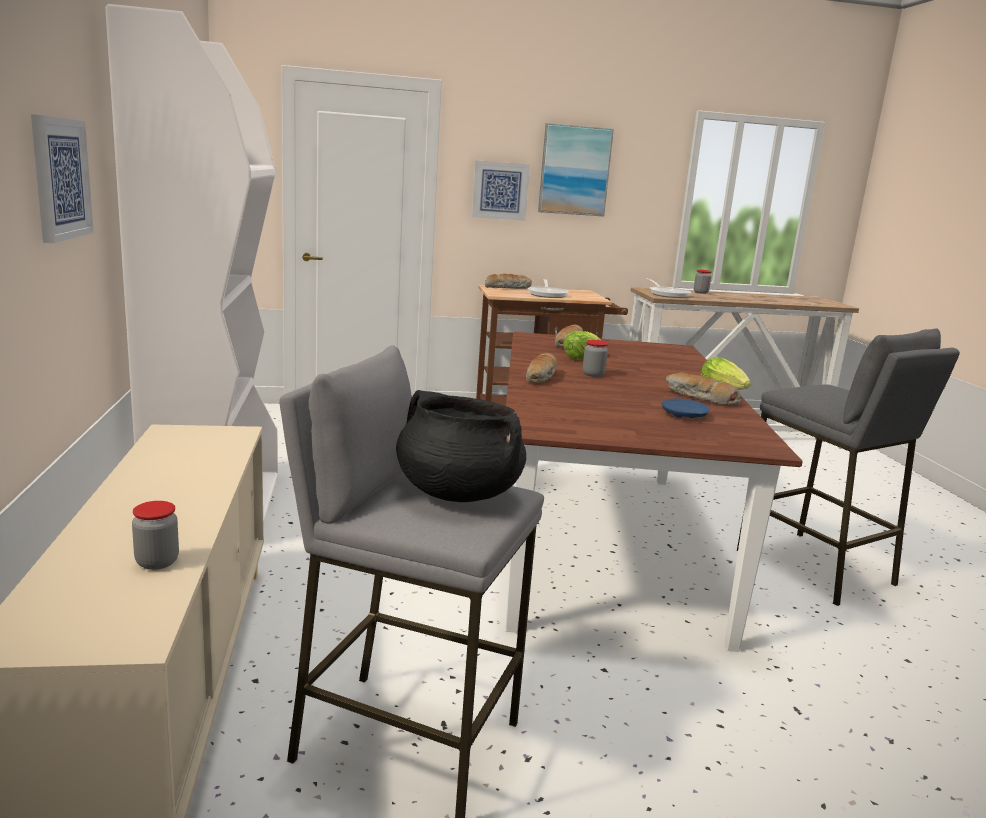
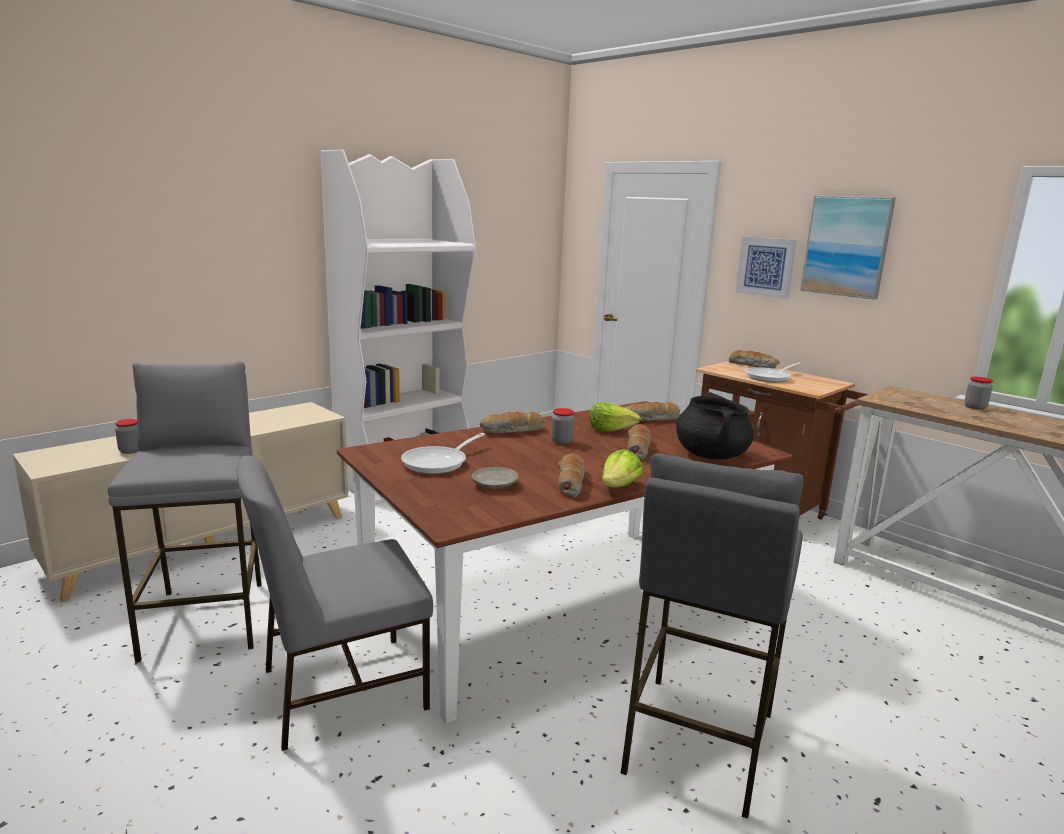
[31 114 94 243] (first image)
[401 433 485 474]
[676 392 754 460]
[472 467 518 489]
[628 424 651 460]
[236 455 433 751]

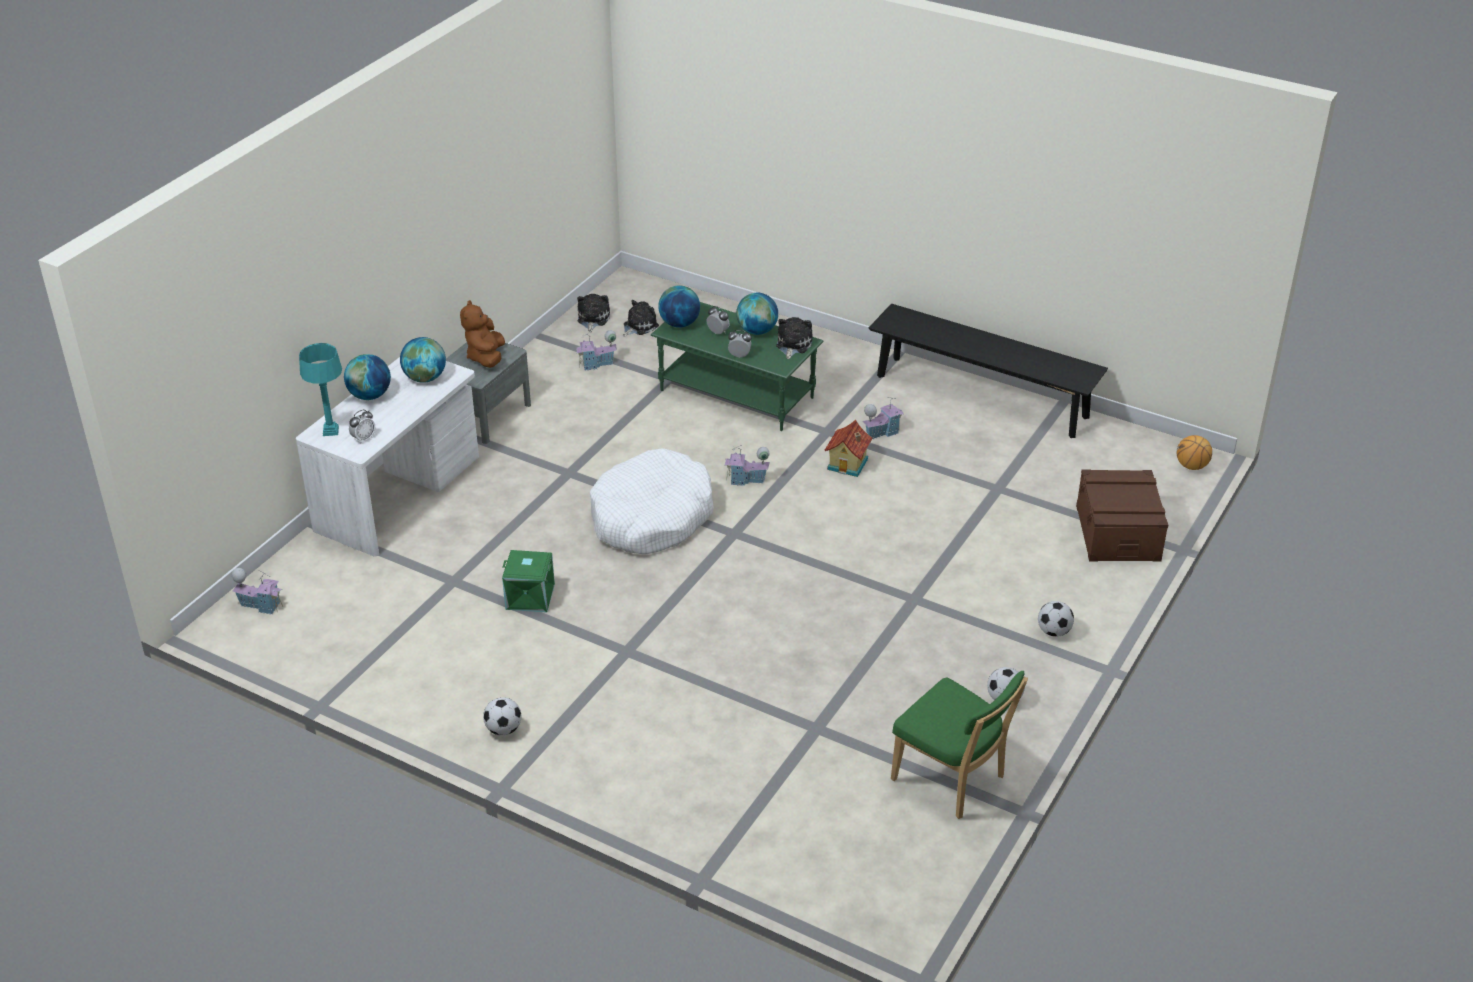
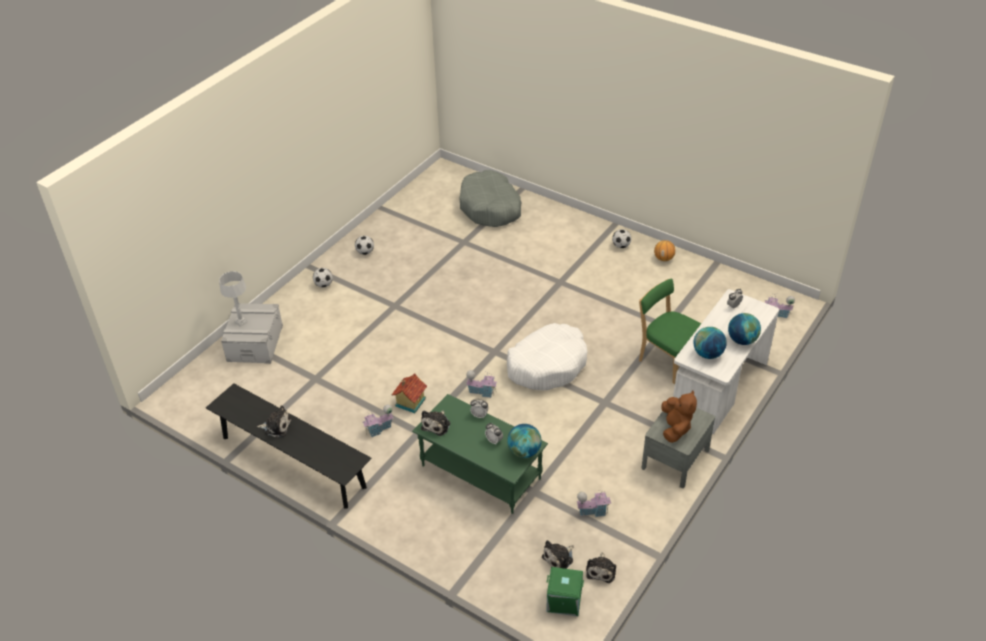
[736 293 778 335] (first image)
[299 343 342 436] (first image)
[654 240 676 261]
[221 303 283 364]
[546 567 584 616]
[639 279 701 384]
[459 170 521 227]
[219 271 248 327]
[257 405 292 437]

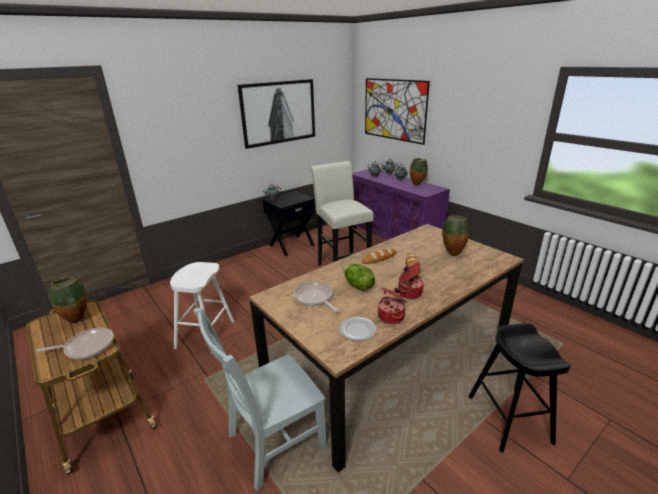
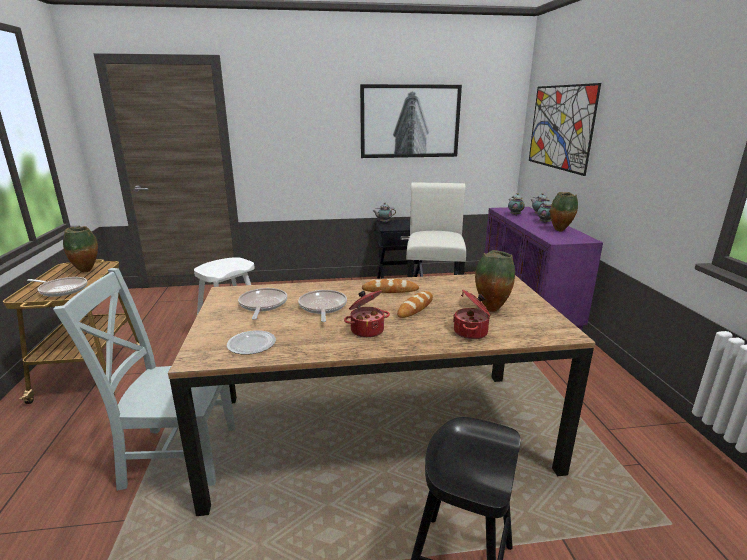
[298 290 347 322]
[453 290 491 339]

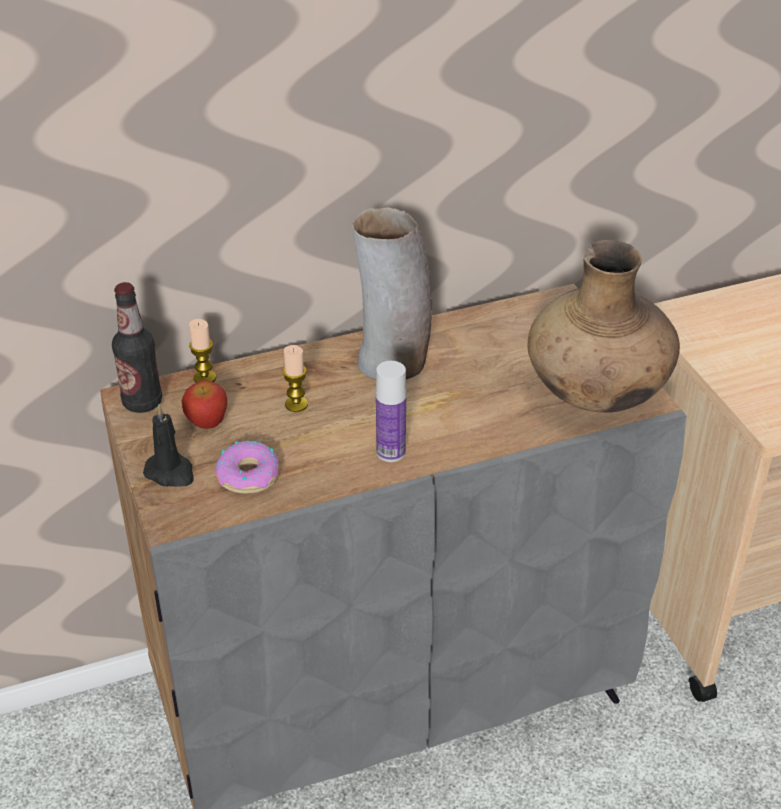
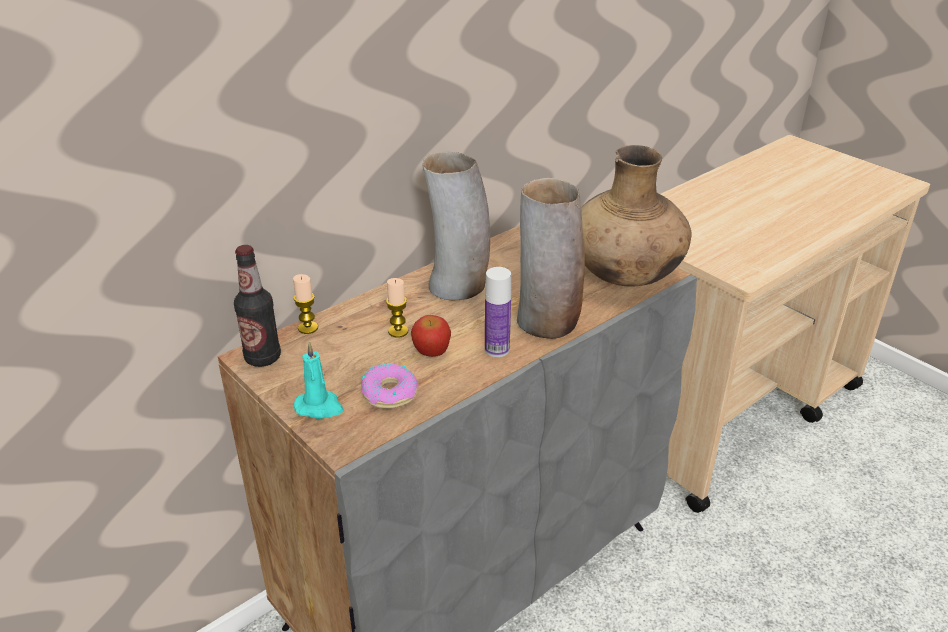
[411 315 451 357]
[294 341 344 419]
[517 178 585 339]

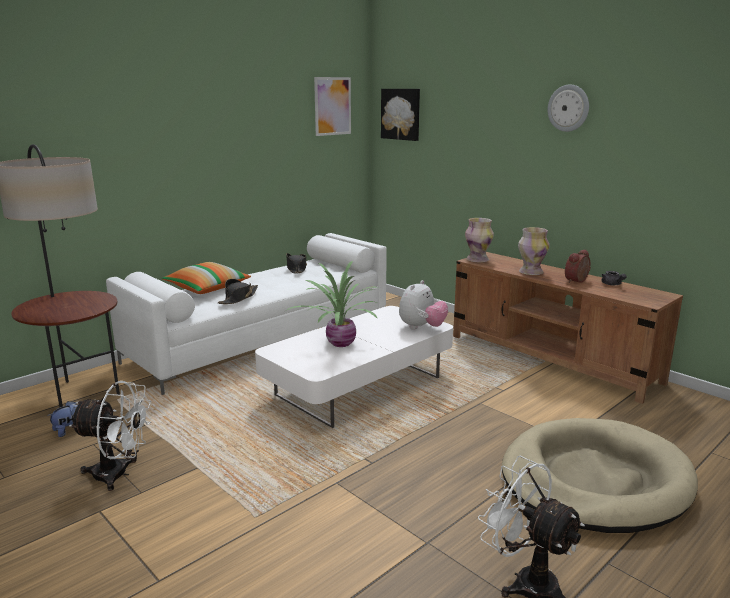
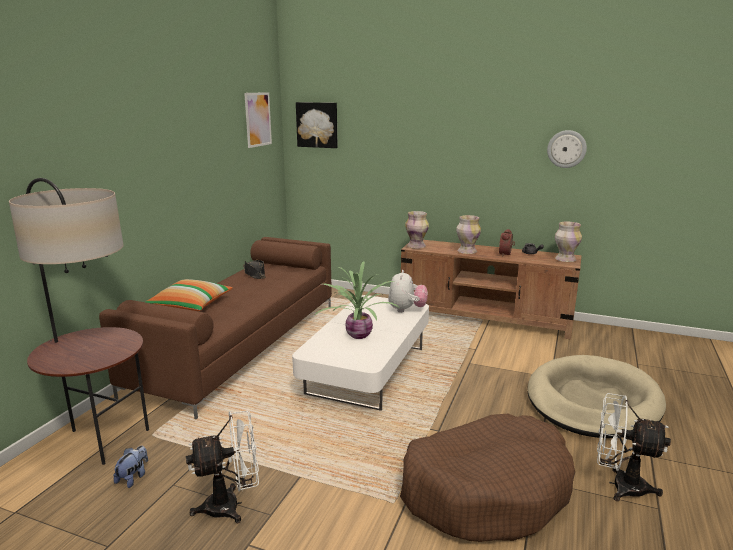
[547 130 587 168]
[99 237 332 419]
[218 279 258 304] (first image)
[555 222 582 262]
[400 414 575 542]

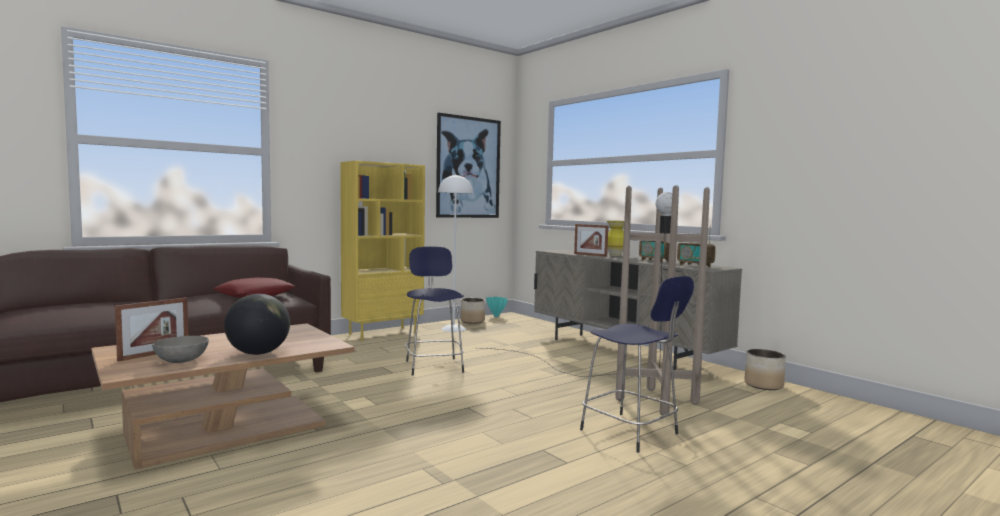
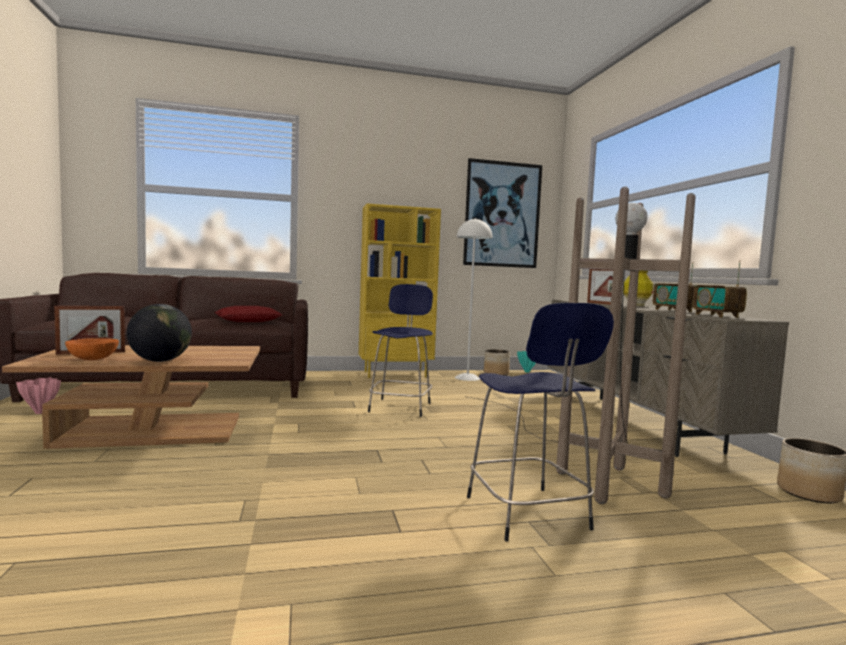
[65 338 119 360]
[16 377 61 414]

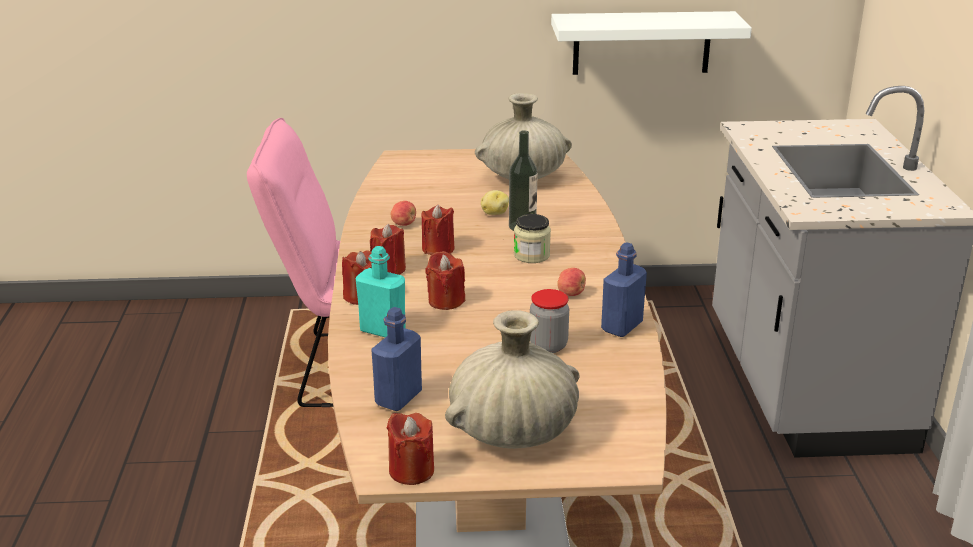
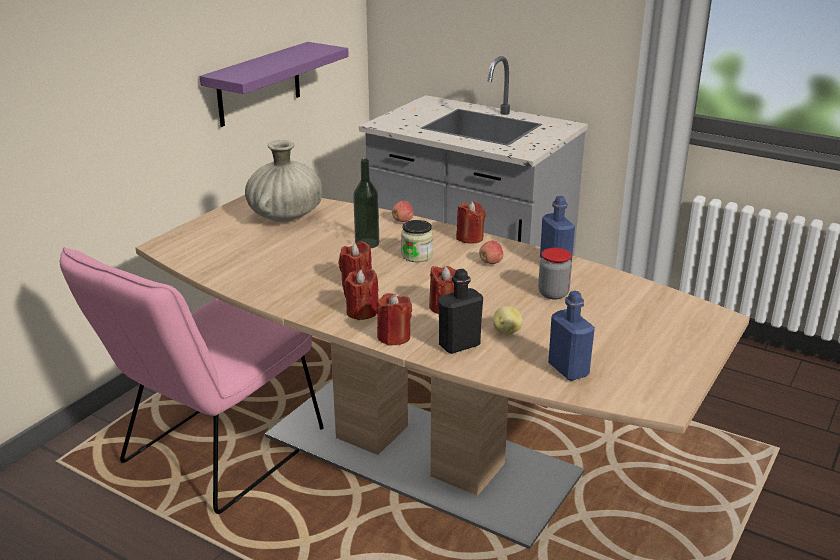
[199 42 349 127]
[493 306 523 335]
[392 201 413 222]
[438 269 483 354]
[445 310 580 449] (first image)
[456 201 486 244]

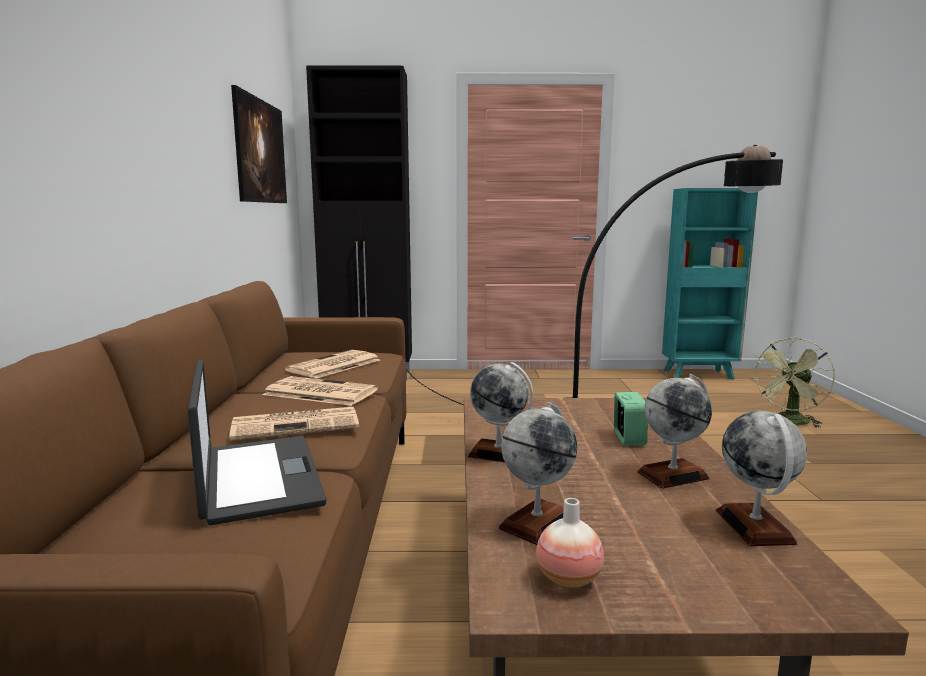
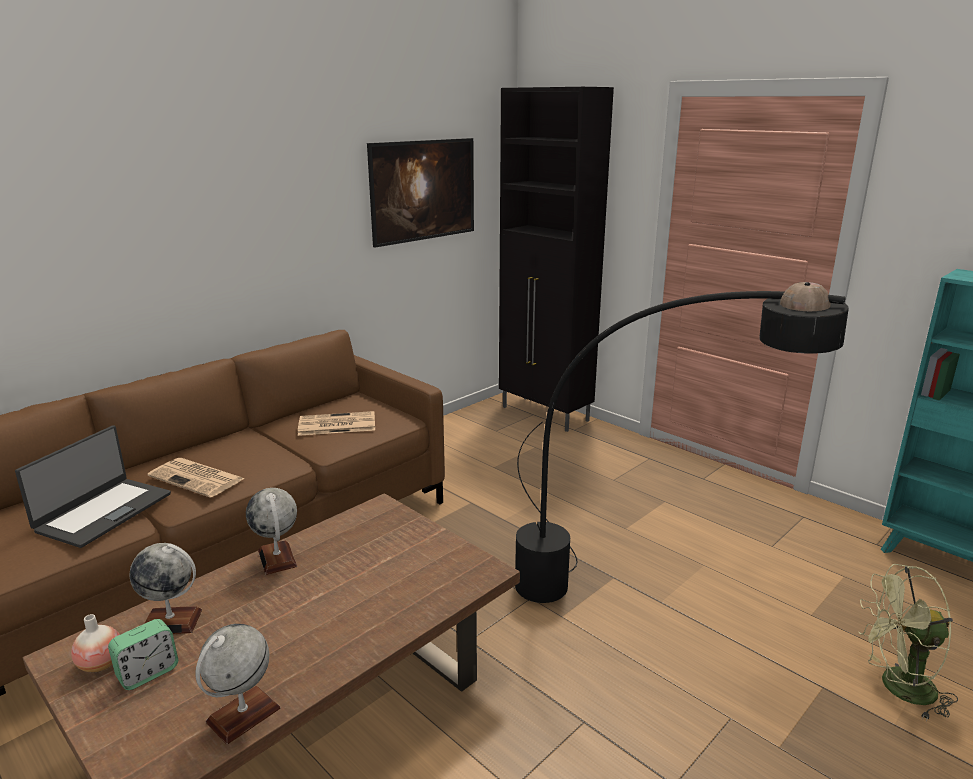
[637 374 712 488] (first image)
[263 376 378 406] (first image)
[108 619 178 690]

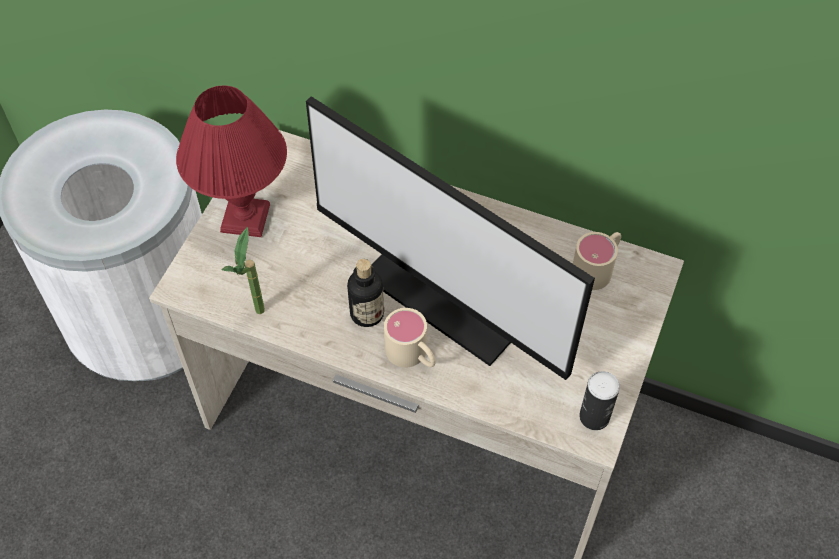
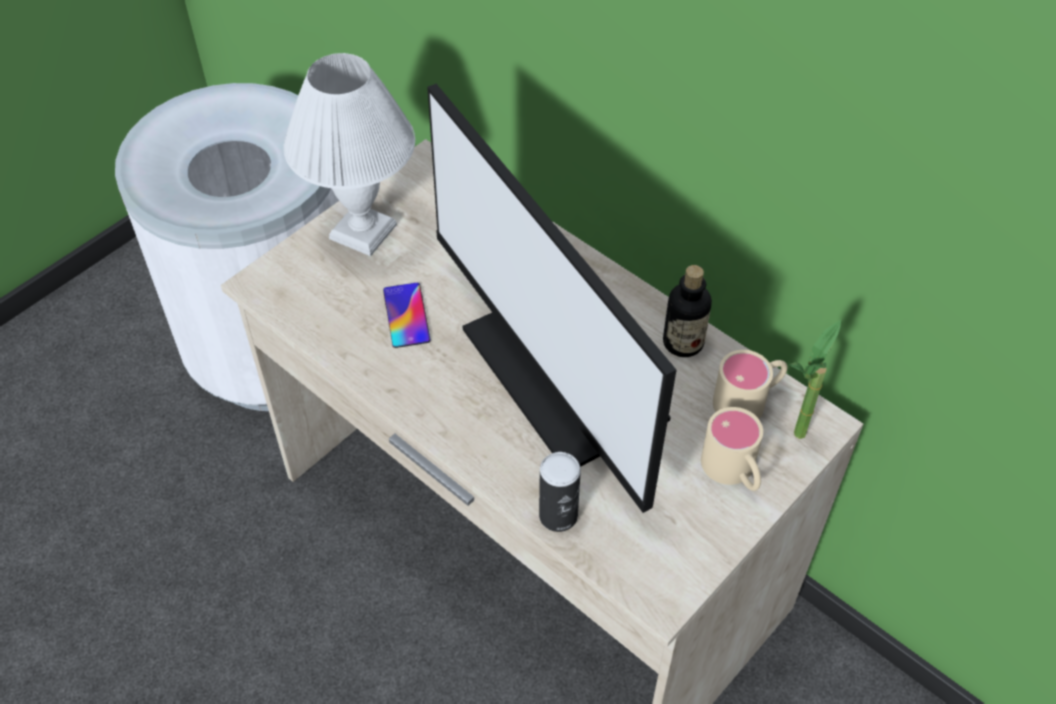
[283 53 415 256]
[789 320 842 439]
[663 265 712 357]
[701 407 763 491]
[539 452 581 532]
[383 283 431 348]

